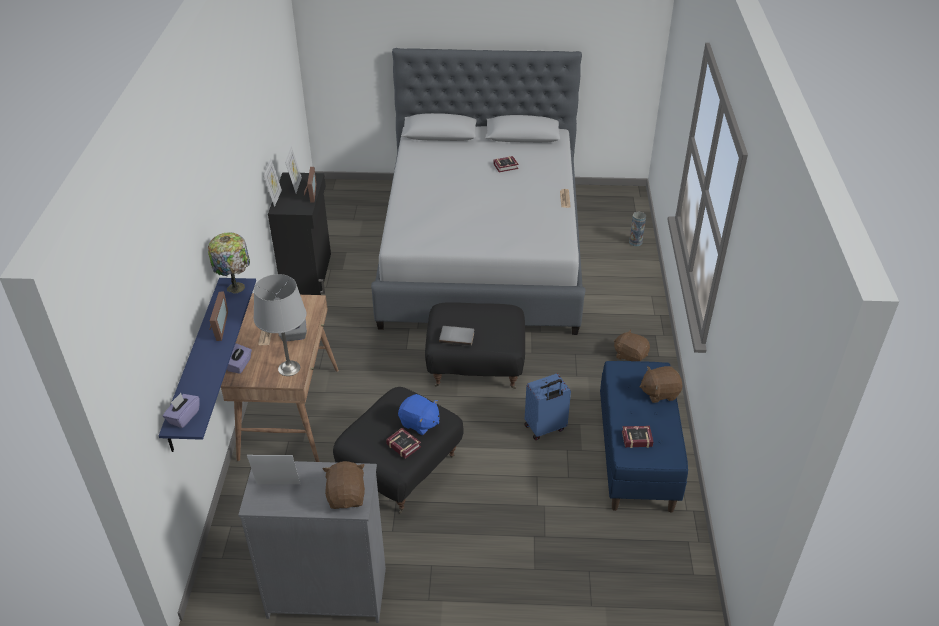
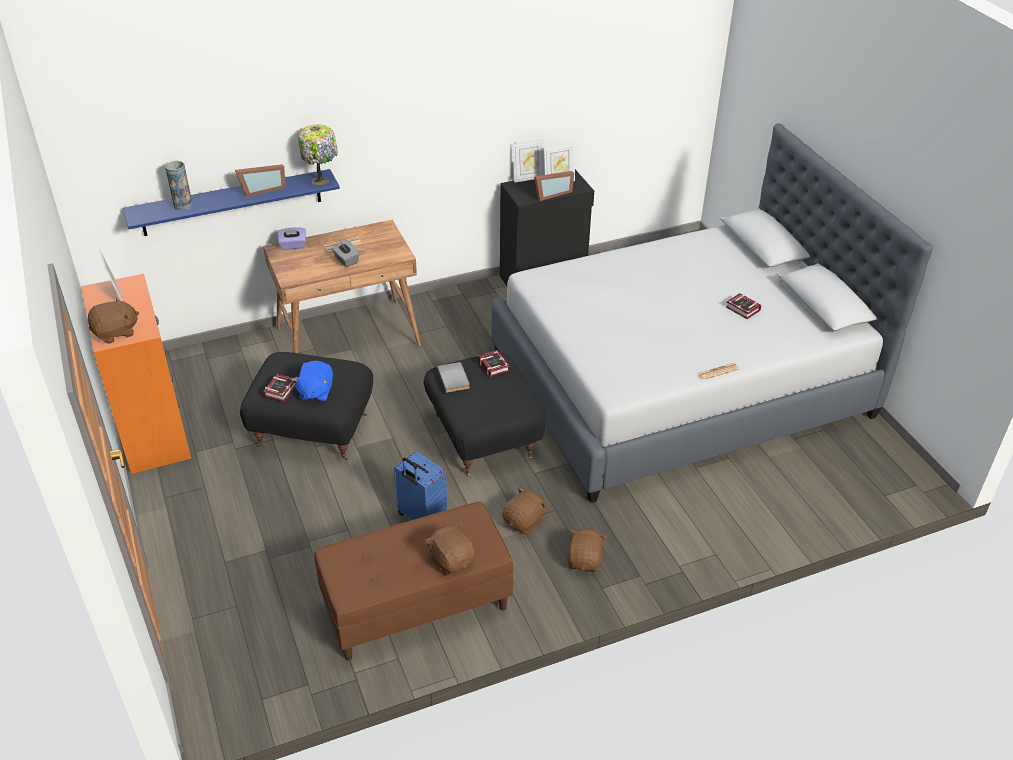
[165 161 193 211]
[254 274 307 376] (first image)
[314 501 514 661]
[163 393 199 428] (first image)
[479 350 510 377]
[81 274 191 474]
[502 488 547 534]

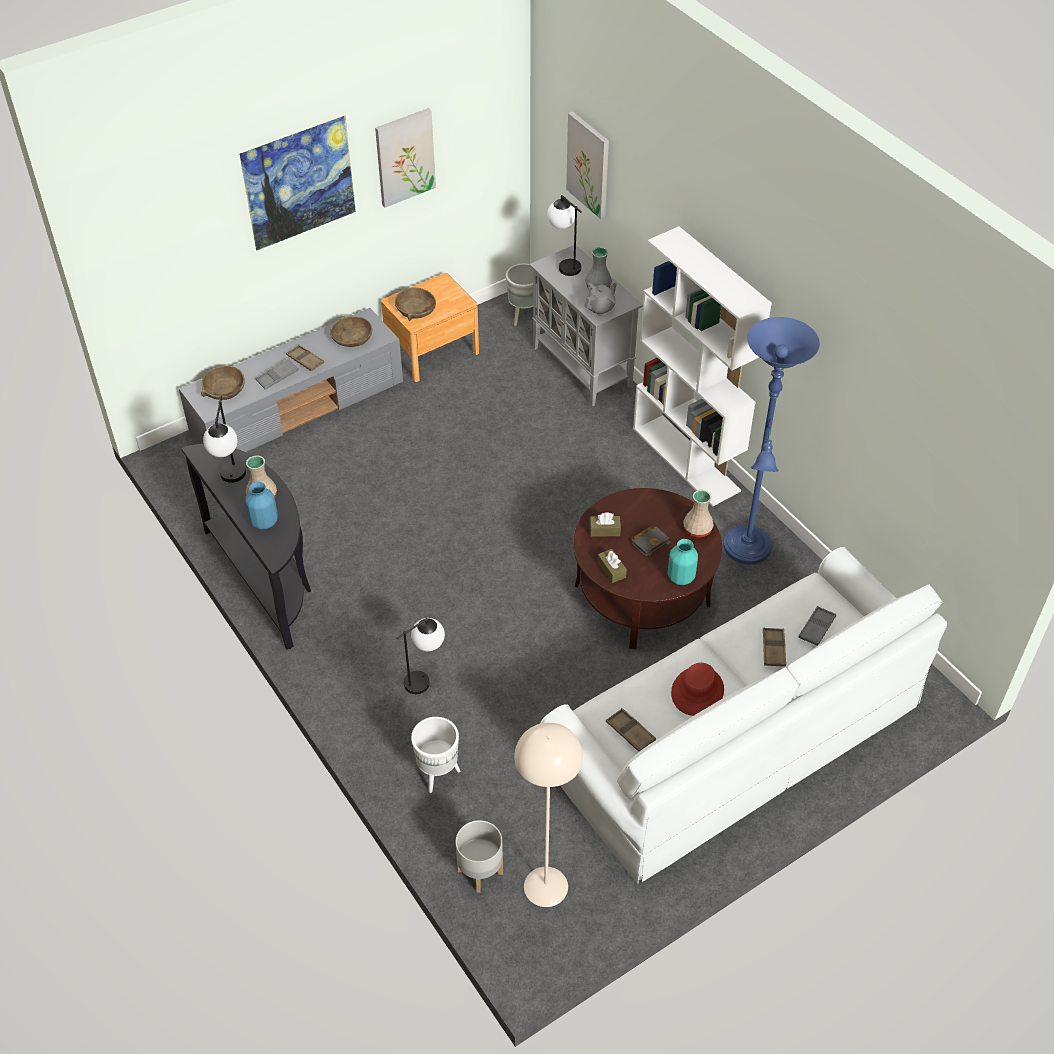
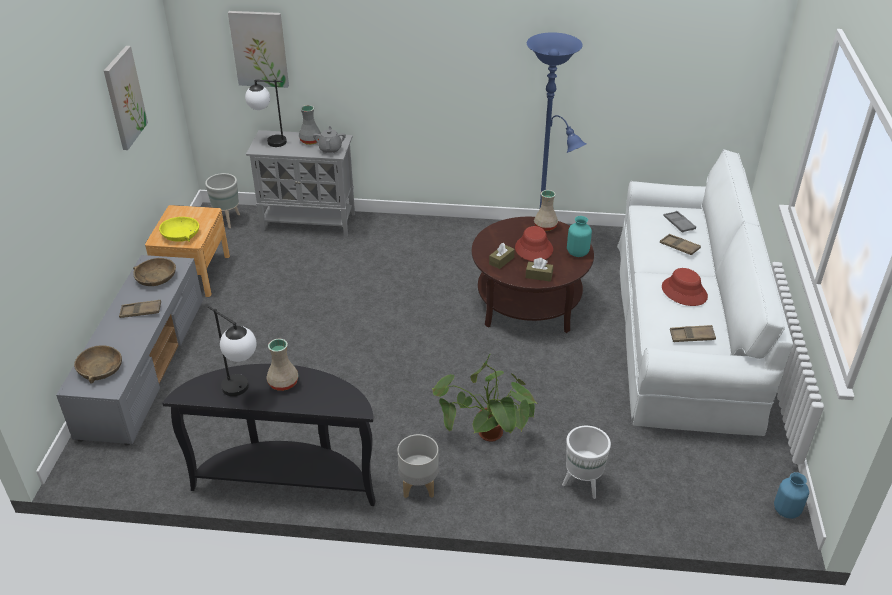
[239 116 356 251] (first image)
[633 226 772 507] (first image)
[159 217 199 242]
[255 359 299 390] (first image)
[774 472 809 519]
[515 226 553 261]
[432 354 536 442]
[514 723 583 907] (first image)
[397 434 439 498]

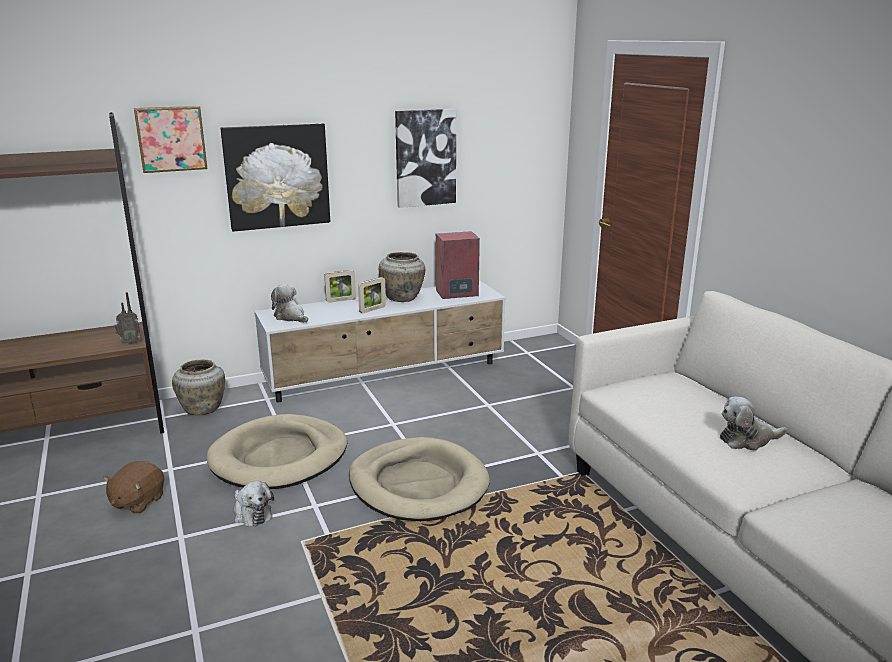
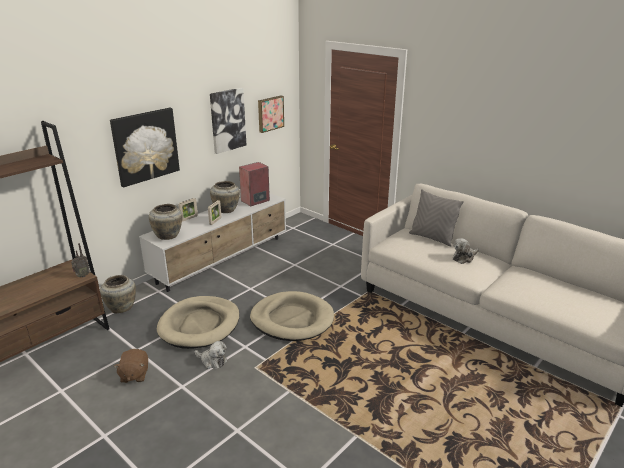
[258 96 284 133]
[149 204 182 240]
[409 189 464 246]

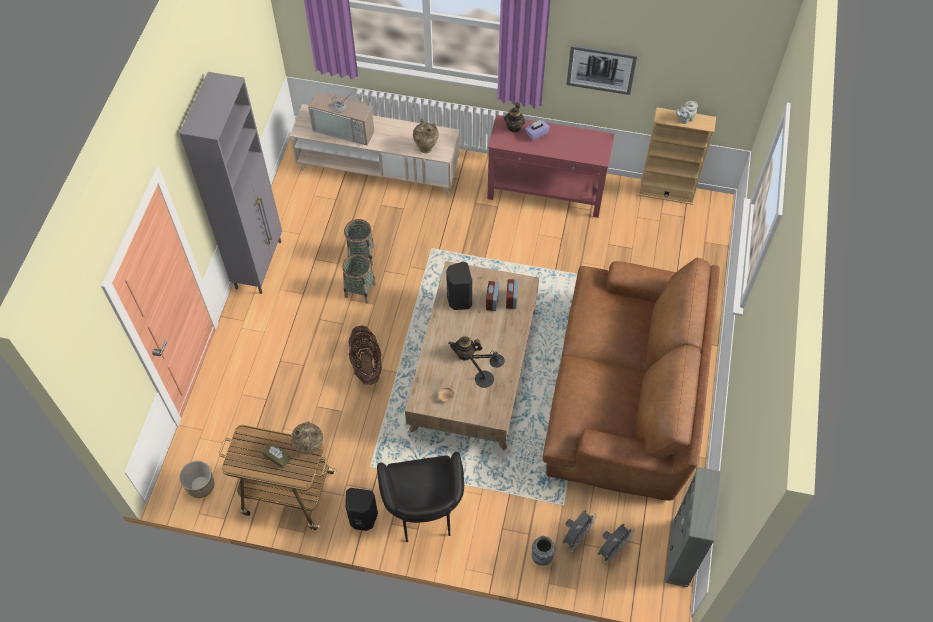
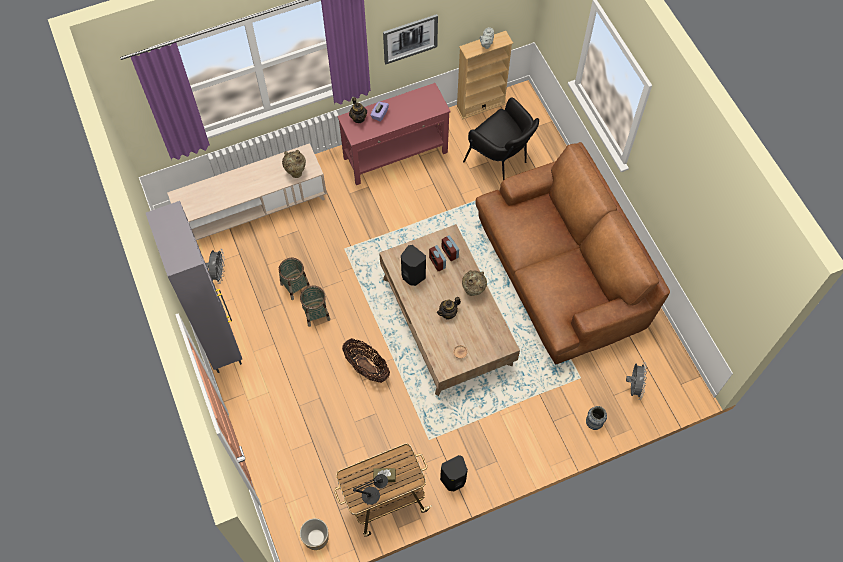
[308 80 374 145] (first image)
[353 474 388 505]
[462 270 487 296]
[463 98 539 180]
[665 467 721 587] (first image)
[206 248 225 283]

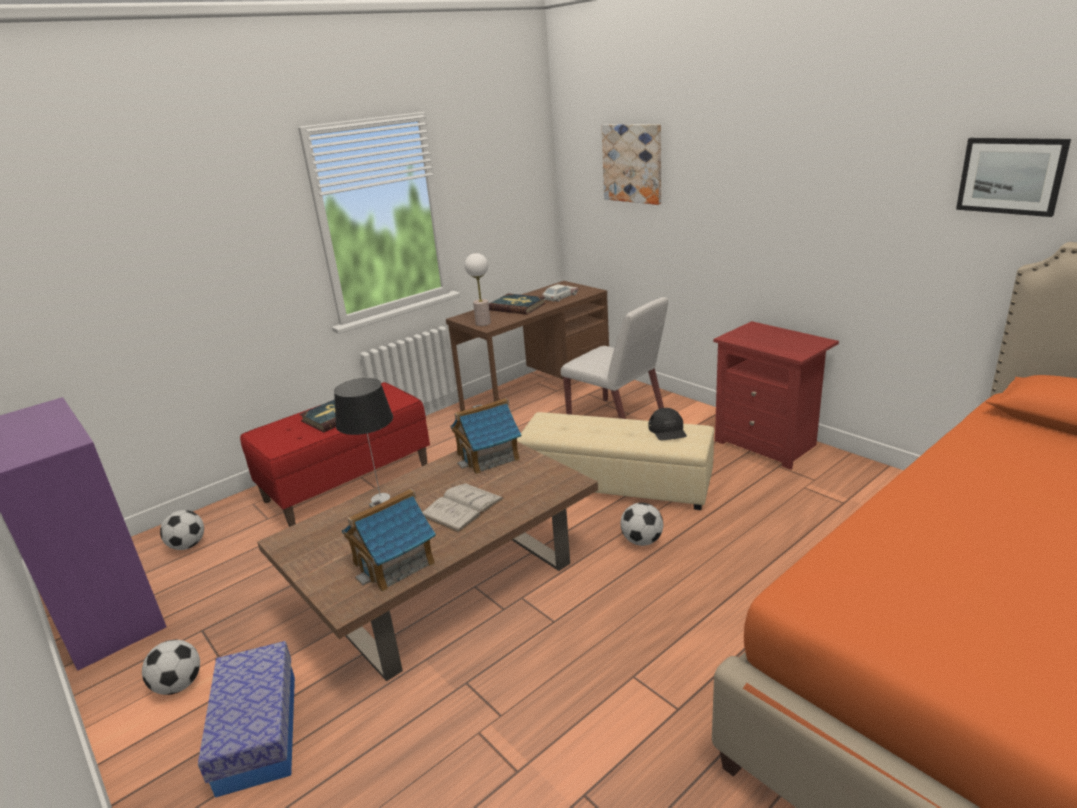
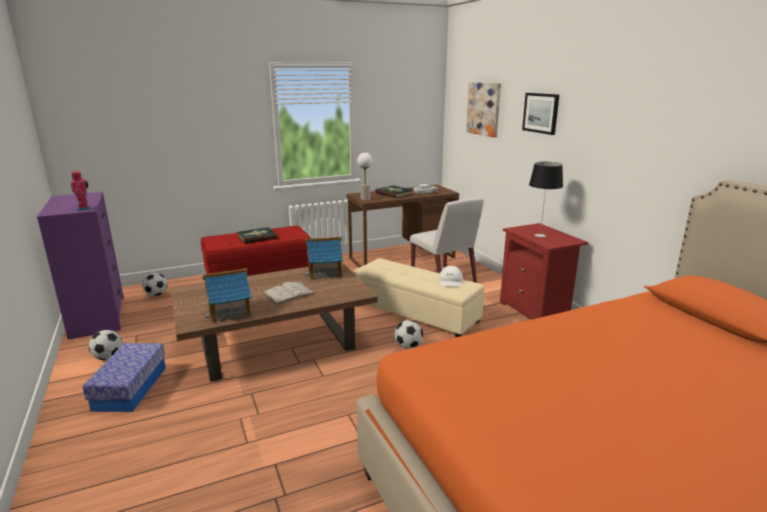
[522 93 559 135]
[529 162 563 237]
[439 266 463 286]
[71 170 90 211]

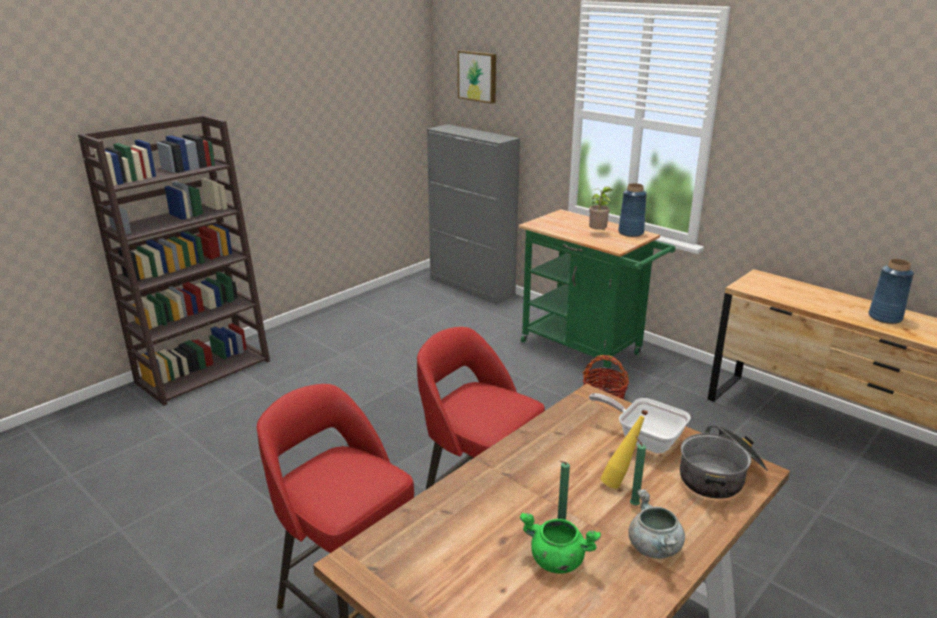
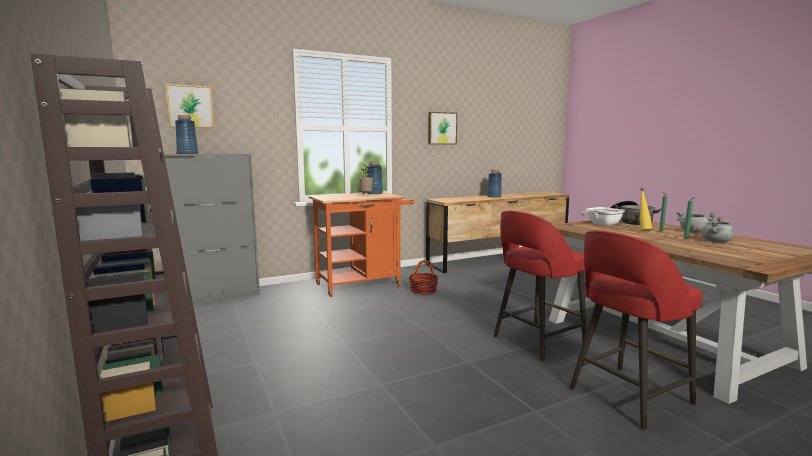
[309 192 414 297]
[702 217 735 242]
[428 112 457 145]
[175 115 198 154]

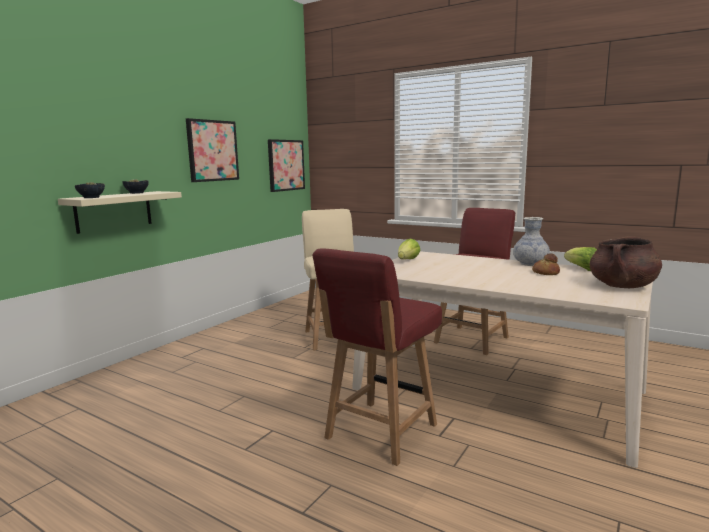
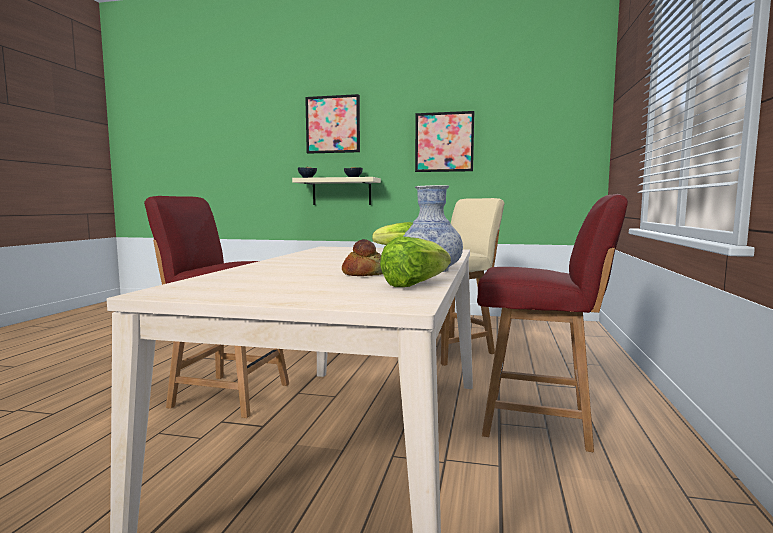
[305 94 360 154]
[590 236 662 288] (first image)

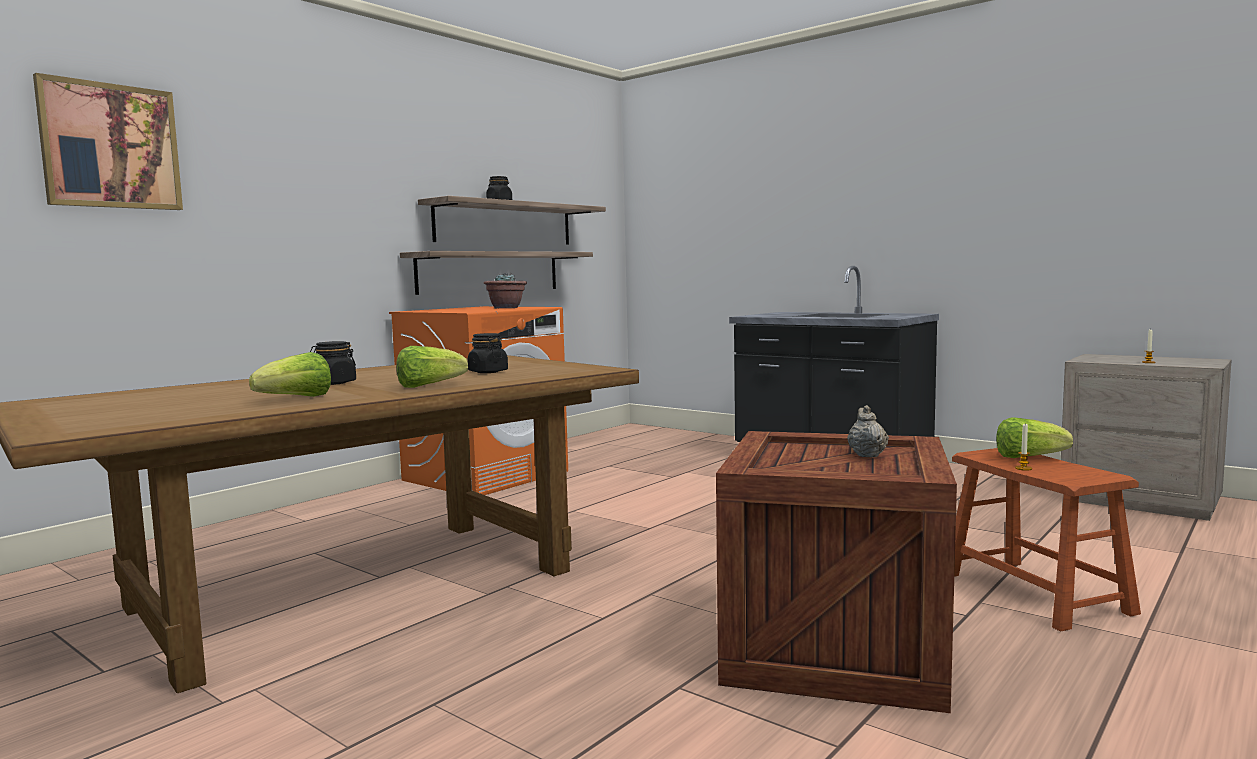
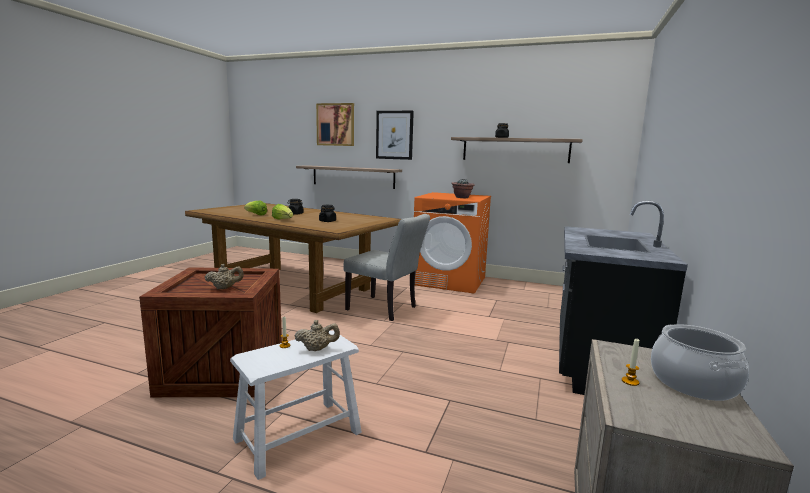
[296 165 402 189]
[294 320 340 351]
[230 330 362 480]
[376 111 414 160]
[344 214 430 321]
[651 324 749 401]

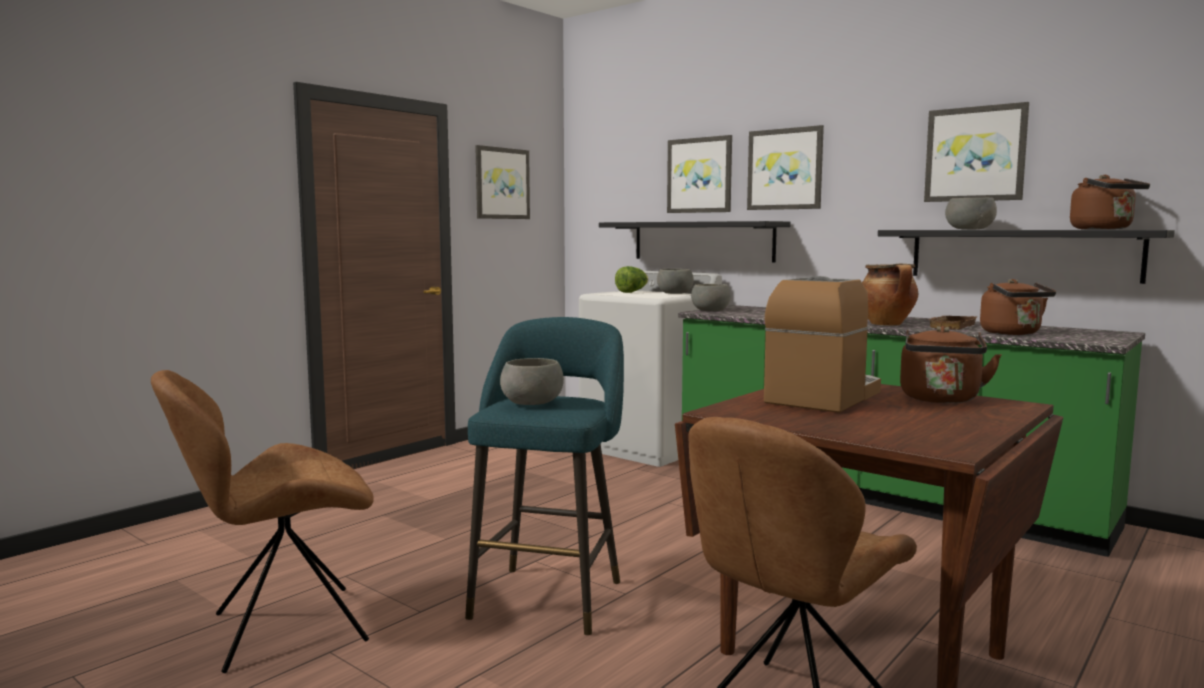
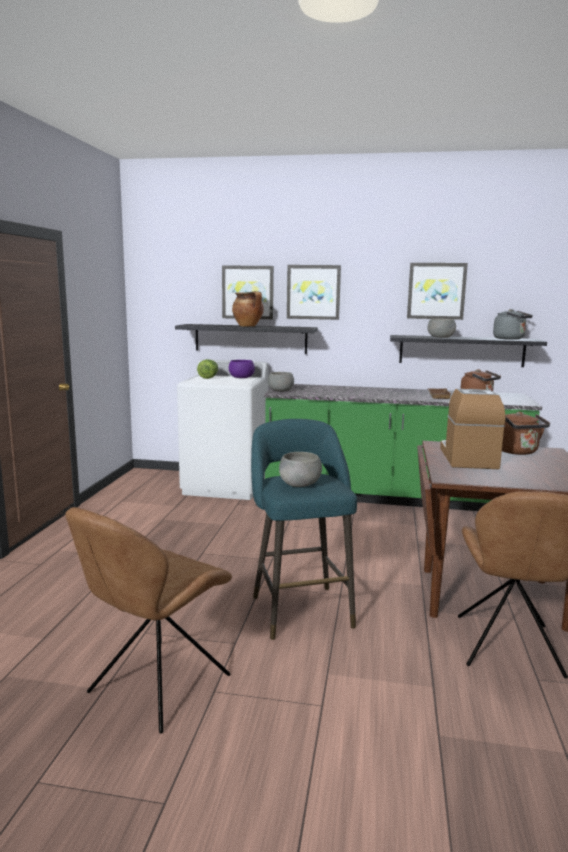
[475 145 530 219] (first image)
[493 309 533 340]
[232 291 264 327]
[229 360 255 378]

